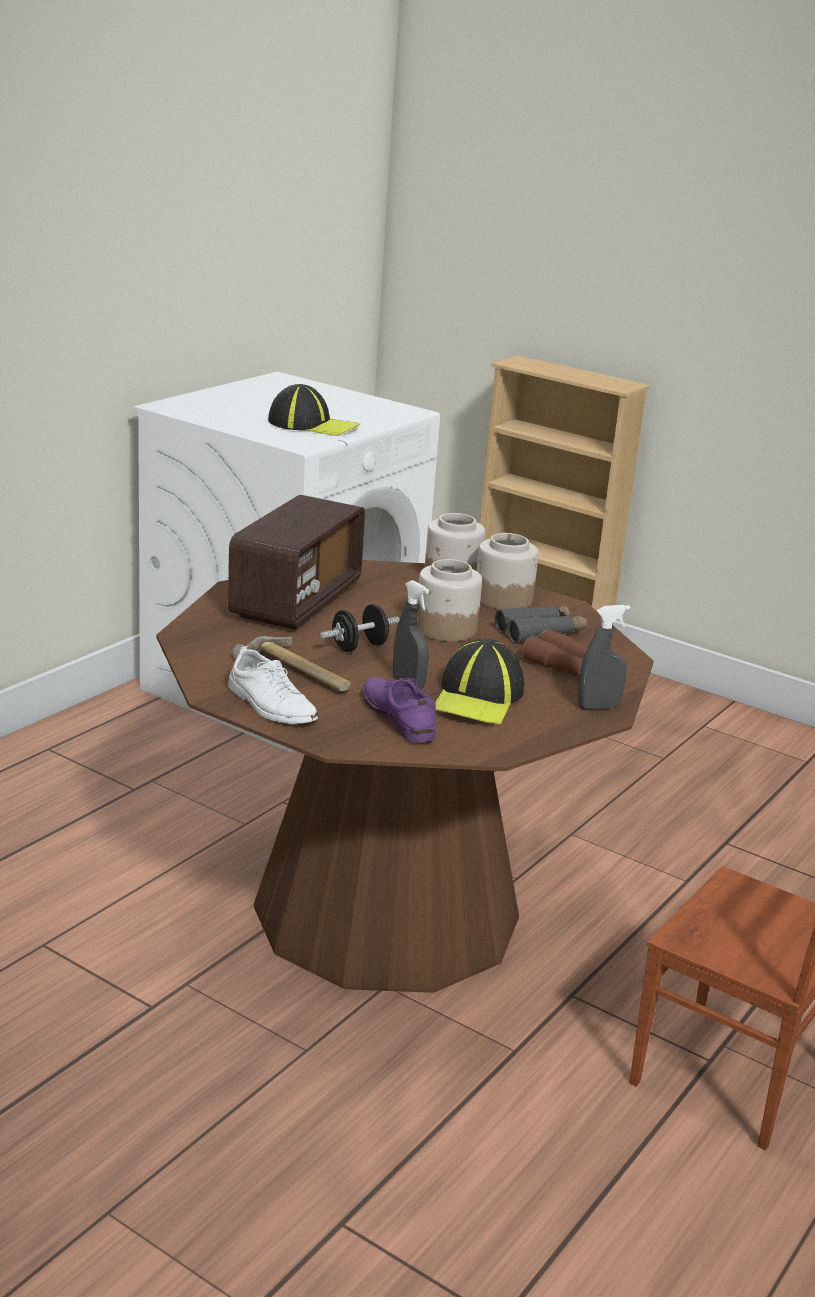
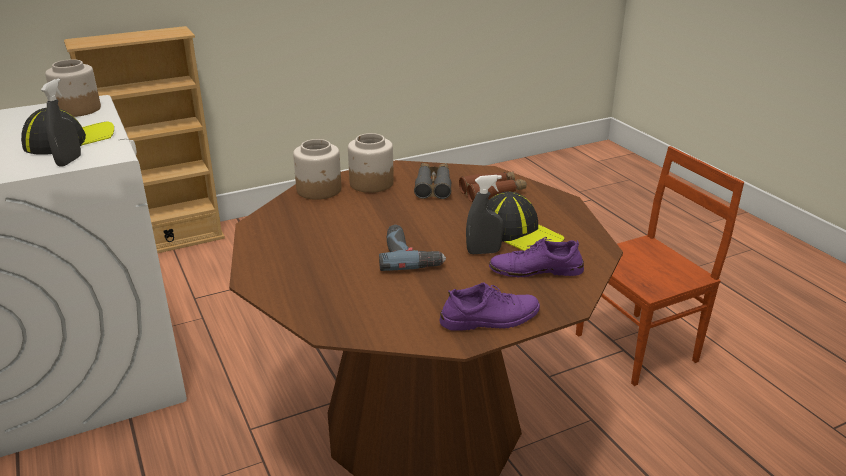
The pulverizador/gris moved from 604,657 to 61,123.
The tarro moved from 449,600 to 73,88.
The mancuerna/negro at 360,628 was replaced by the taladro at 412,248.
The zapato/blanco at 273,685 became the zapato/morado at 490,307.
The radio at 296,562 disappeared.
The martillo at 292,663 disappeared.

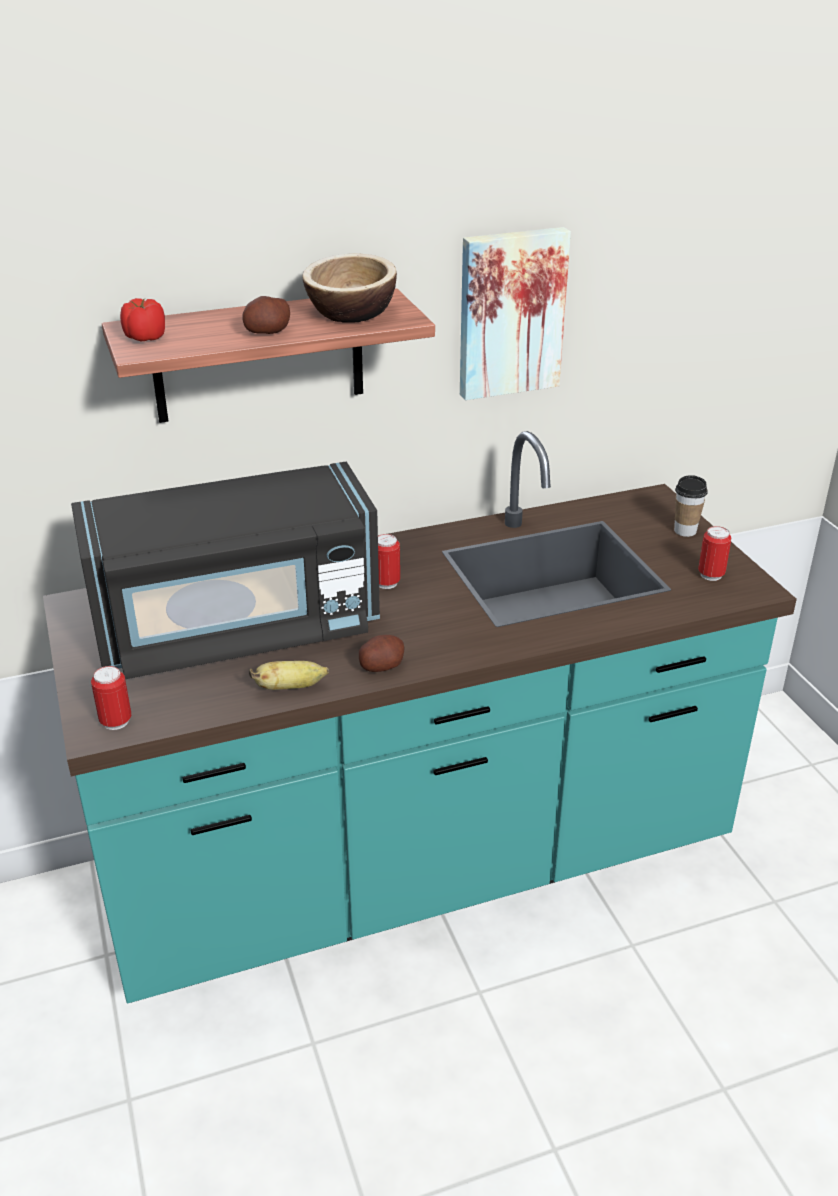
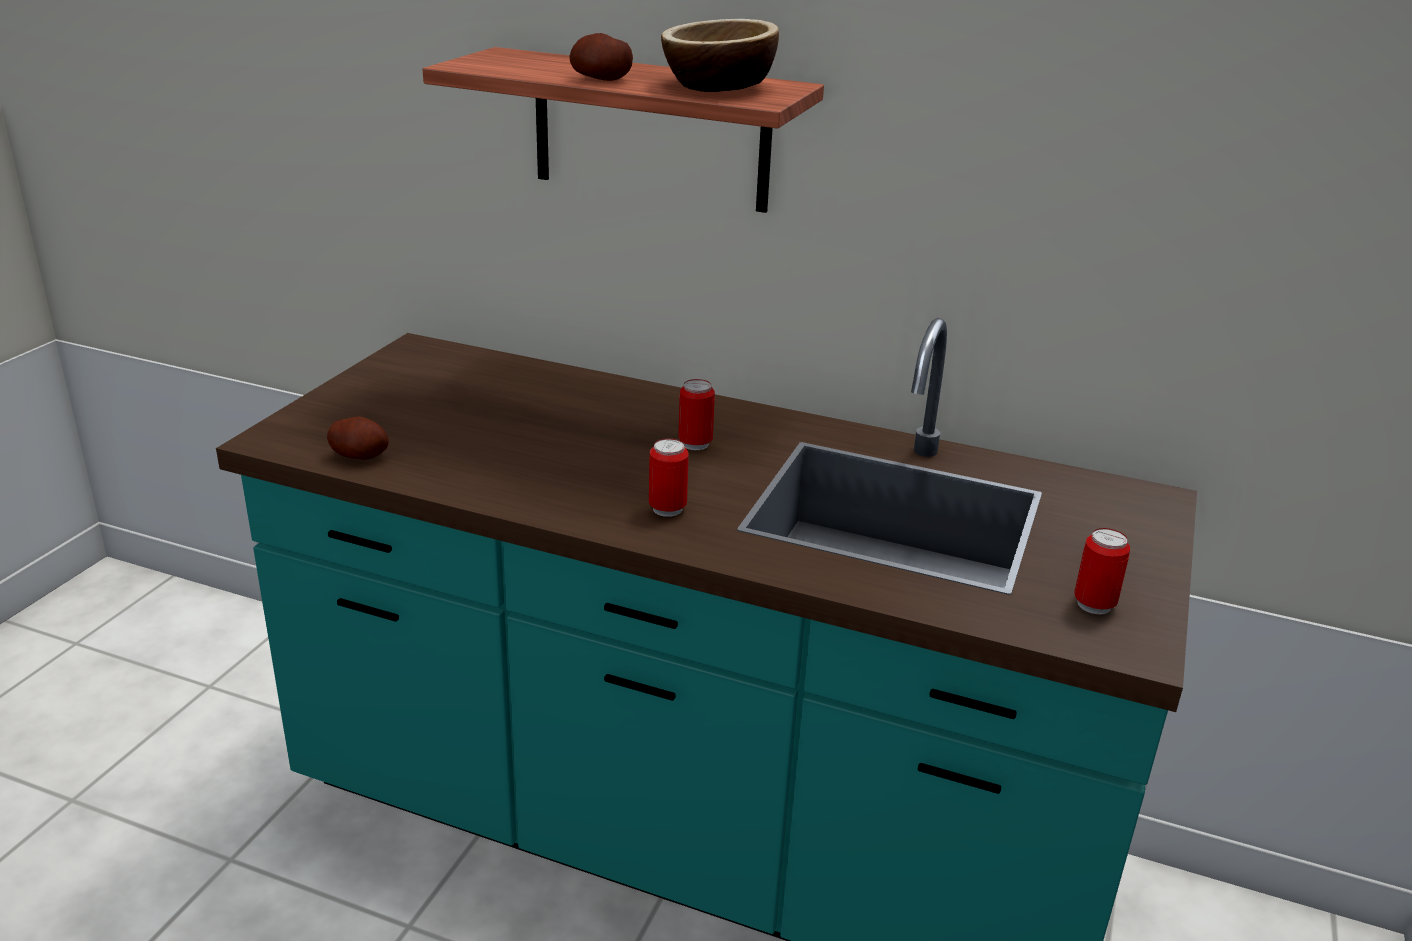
The patata moved from 382,653 to 358,438.
The lata moved from 111,698 to 669,477.
The microondas/negro at 225,570 disappeared.
The tomate at 142,319 disappeared.
The plátano at 289,675 disappeared.
The cuadro at 515,313 disappeared.
The taza at 690,506 disappeared.

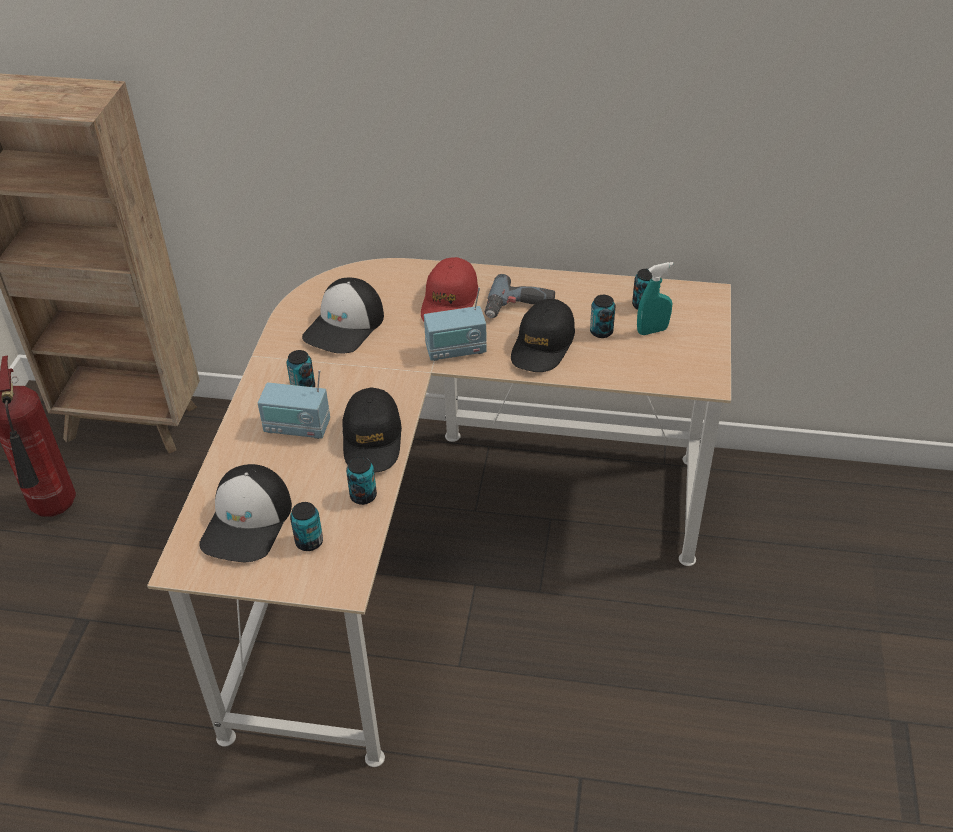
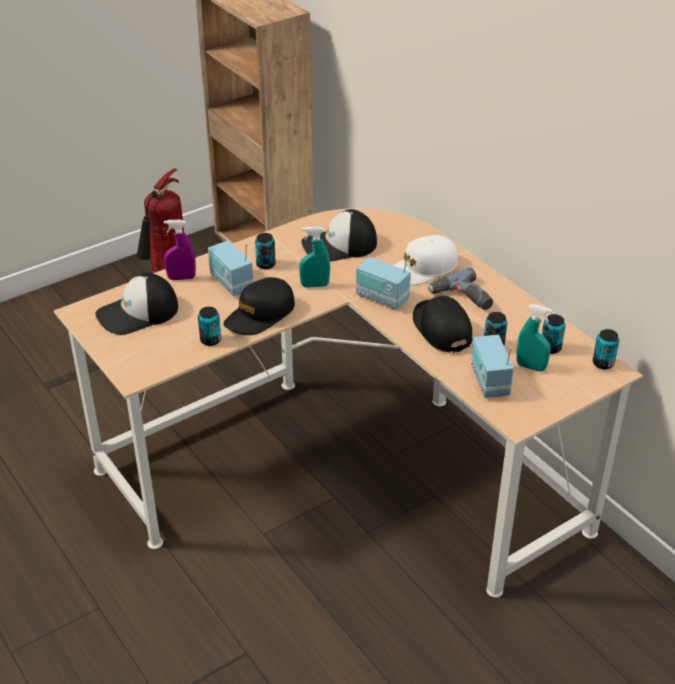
The pulverizador/morado at 180,249 appeared.
The pulverizador/turquesa at 314,257 appeared.
The gorra/rojo at 449,289 became the gorra/blanco at 425,260.
The gorra/negro at 543,335 turned 90 degrees clockwise.
The radio at 492,366 appeared.
The lata moved from 306,526 to 606,349.

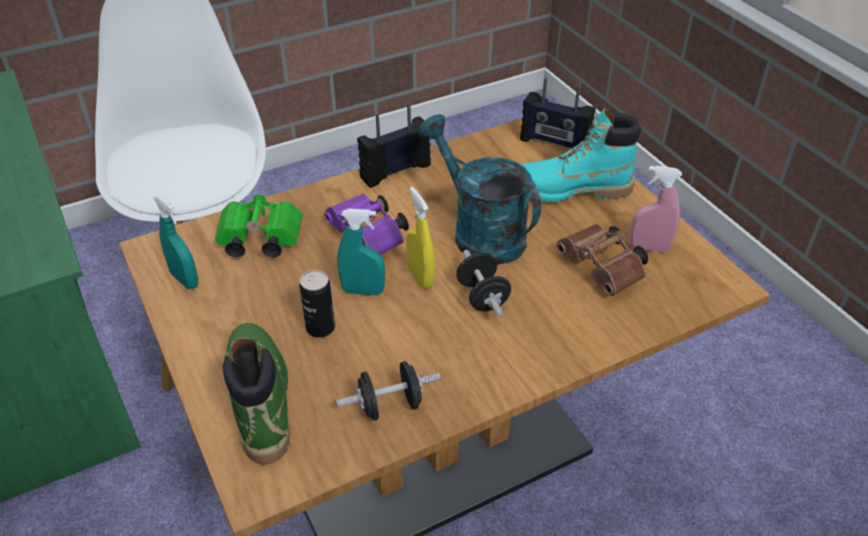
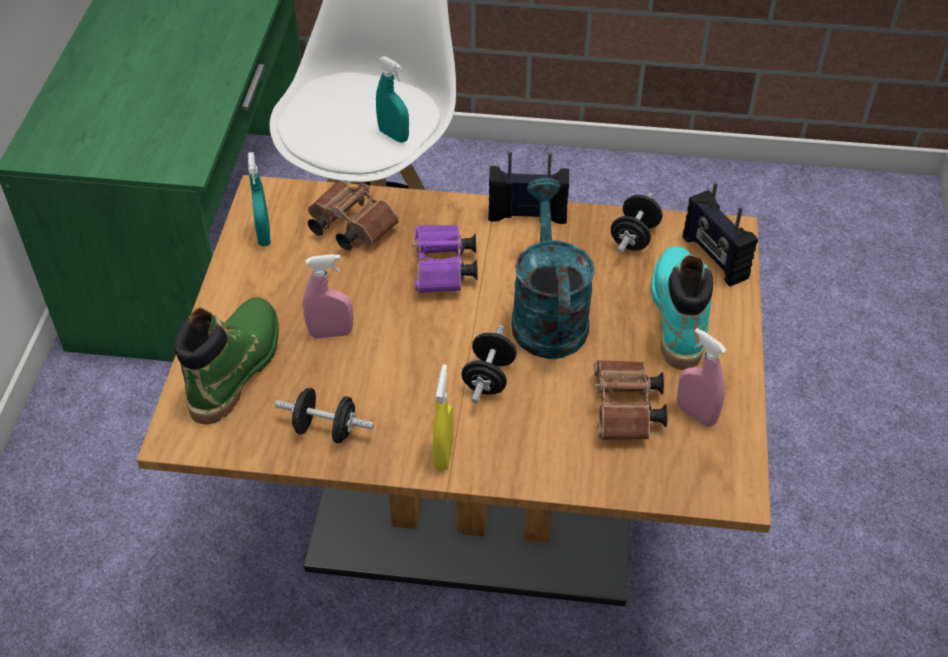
The lata at 317,303 was replaced by the pulverizador/rosa at 328,296.
The prismáticos/verde at 259,226 became the prismáticos/marrón at 353,215.
The pulverizador/turquesa moved from 361,252 to 392,99.
The pulverizador/amarillo moved from 420,238 to 443,417.
The mancuerna/negro at 636,223 appeared.
The bota/turquesa at 581,155 turned 60 degrees clockwise.

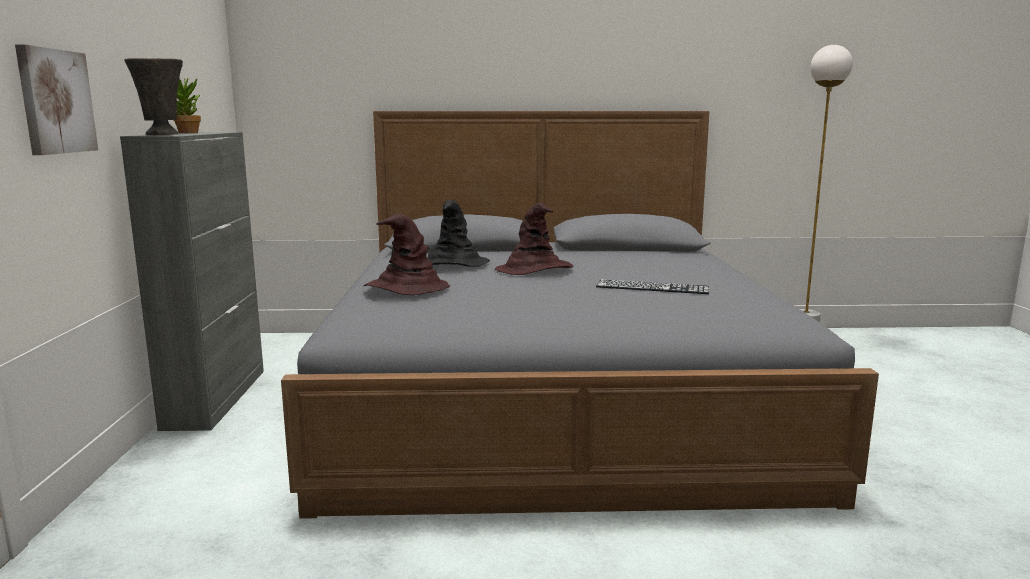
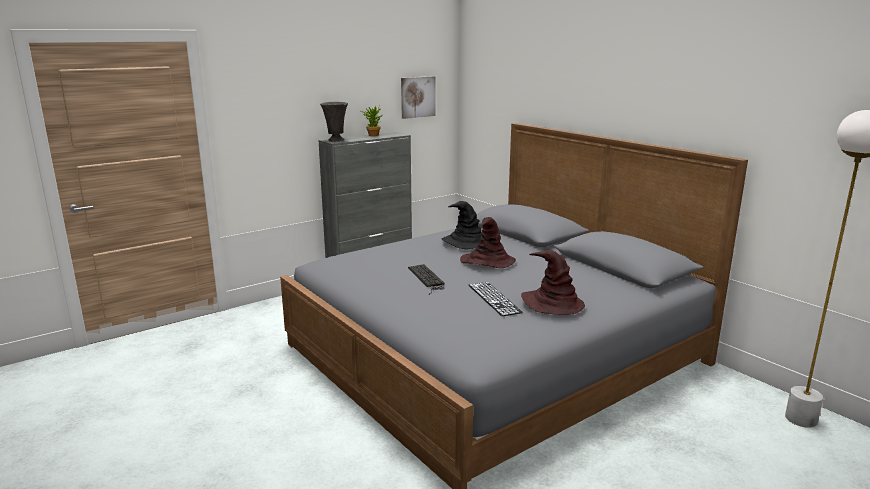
The cuadro moved from 56,99 to 418,97.
The teclado at 426,279 appeared.
The sombrero/marrón moved from 406,254 to 553,282.

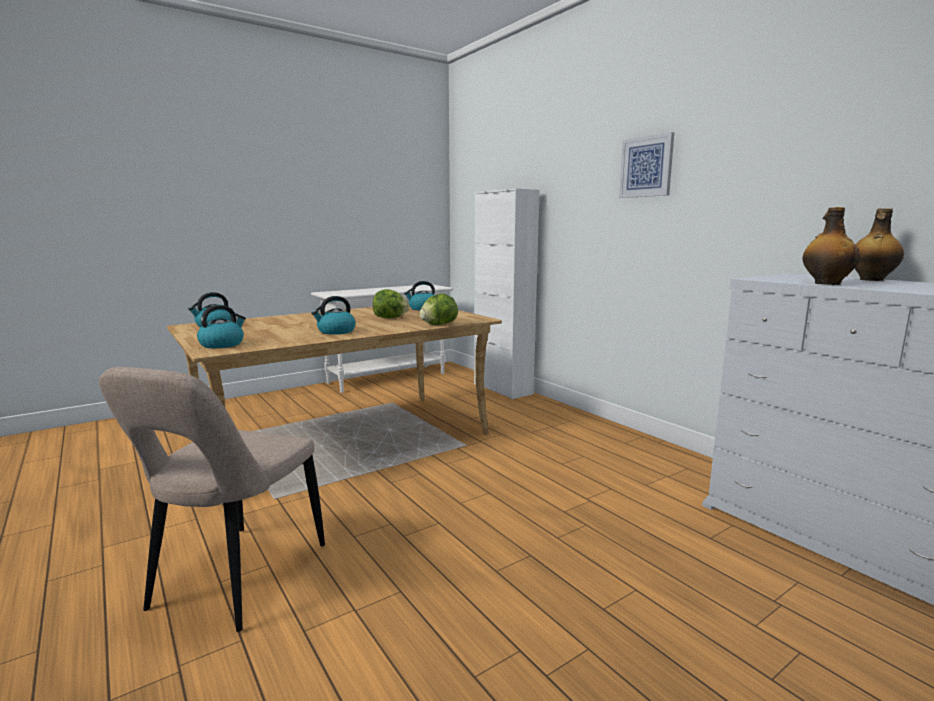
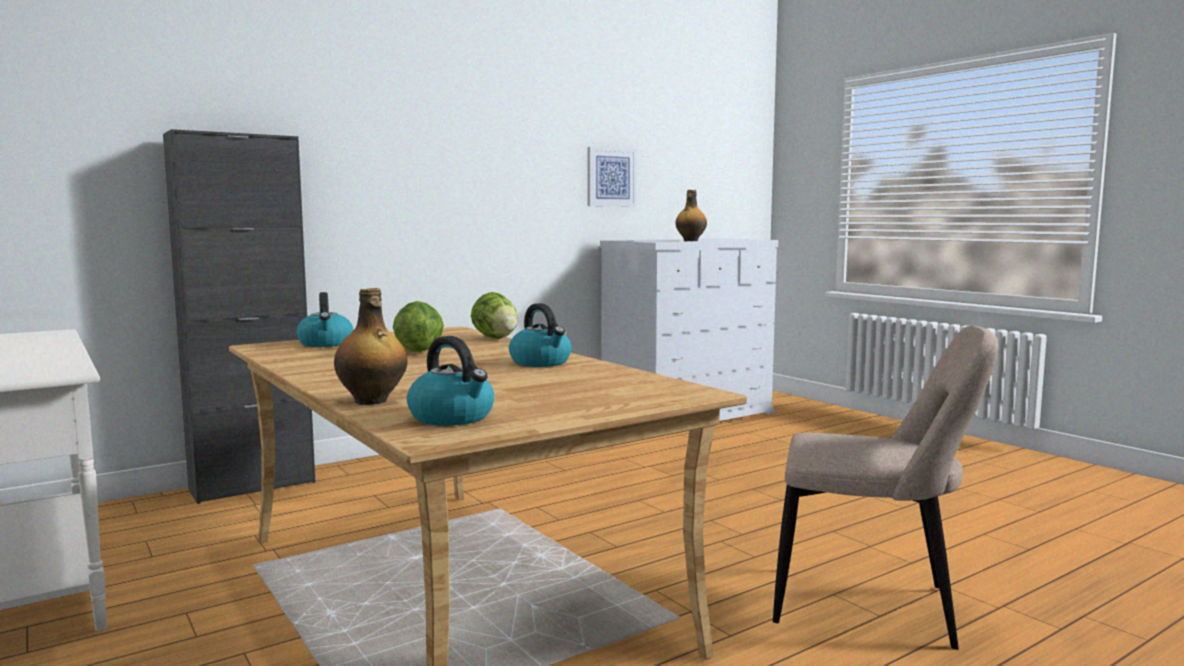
The armario/blanco at 507,293 became the armario/negro at 239,316.
The botella moved from 879,244 to 370,346.
The cuadro moved from 646,165 to 612,177.
The hervidor at 221,326 disappeared.

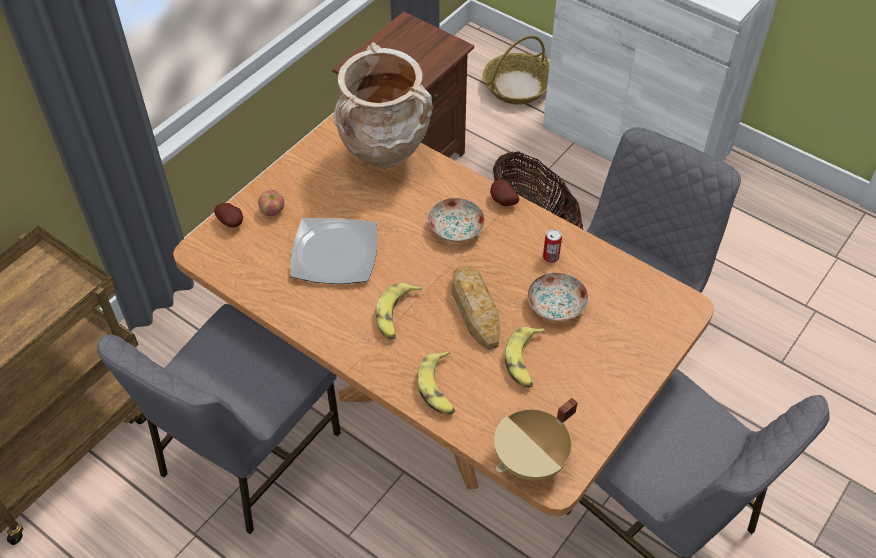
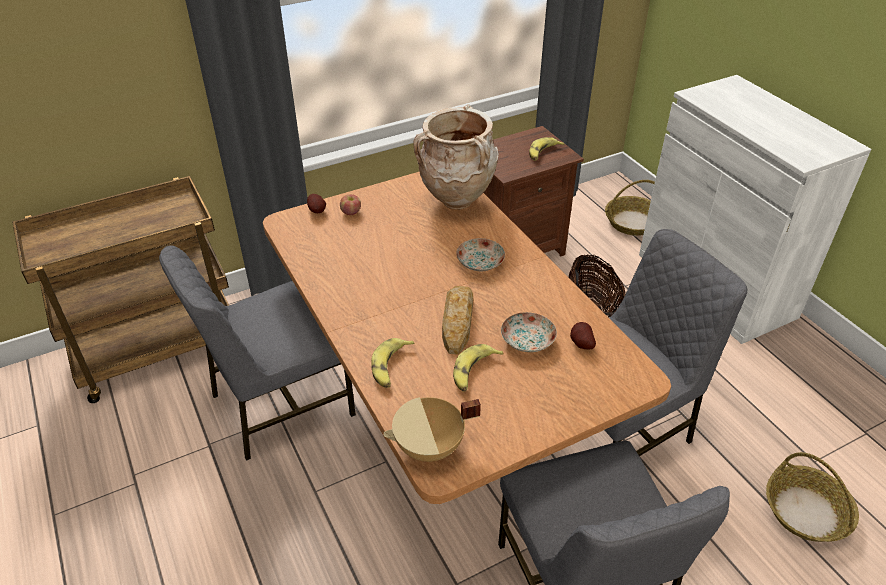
The plátano moved from 399,311 to 547,149.
The patata moved from 504,193 to 583,335.
The cesta at 812,497 appeared.
The plato at 334,251 disappeared.
The lata at 552,246 disappeared.

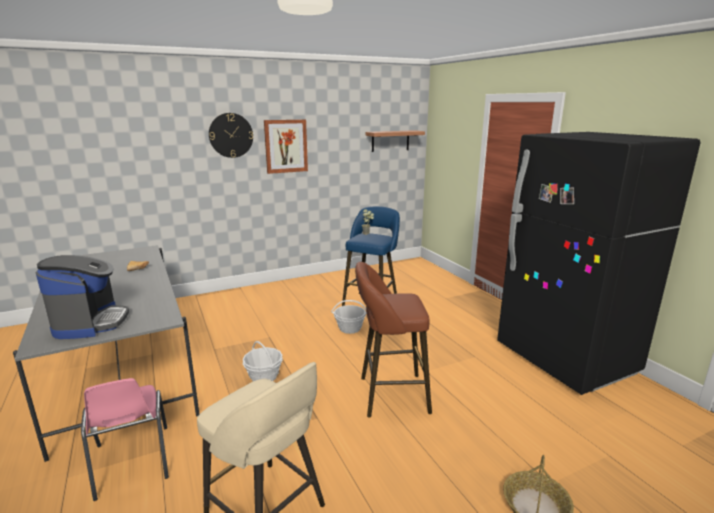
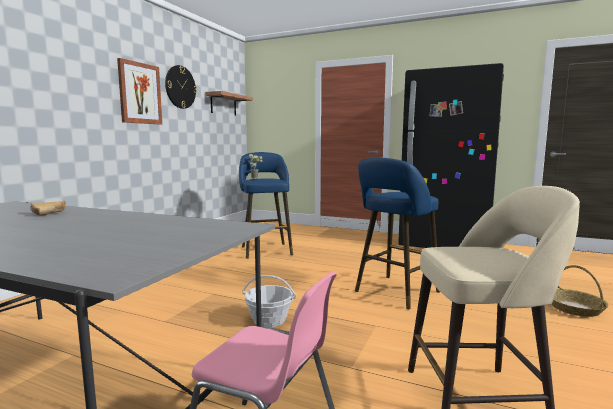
The reloj de pared moved from 231,135 to 181,87.
The taburete/marrón at 393,339 became the taburete/azul at 397,233.
The cafetera at 82,297 disappeared.
The cesta at 349,317 disappeared.

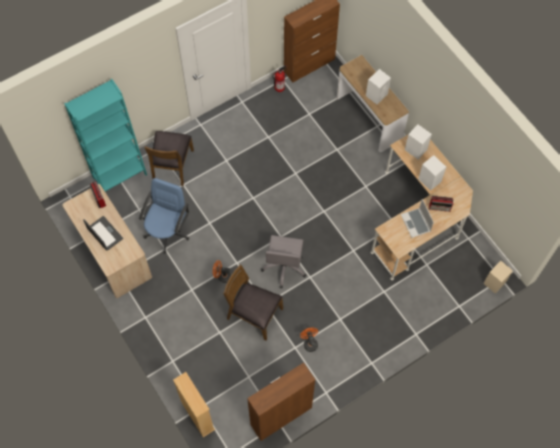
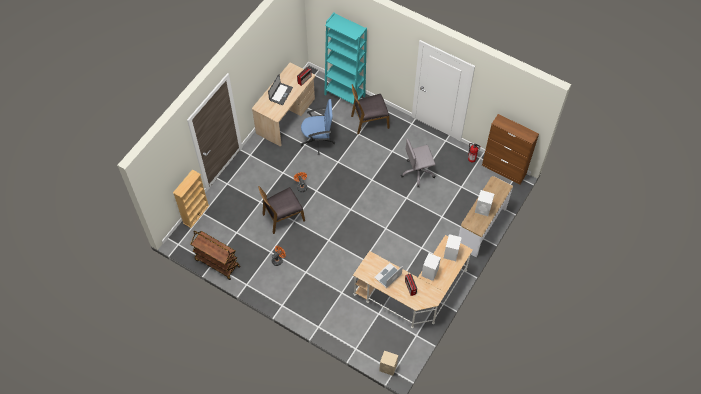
The armario/marrón at 281,402 was replaced by the carrito/marrón at 215,255.
The silla/marrón at 253,302 turned 120 degrees counterclockwise.
The silla de oficina/gris moved from 283,261 to 418,163.

